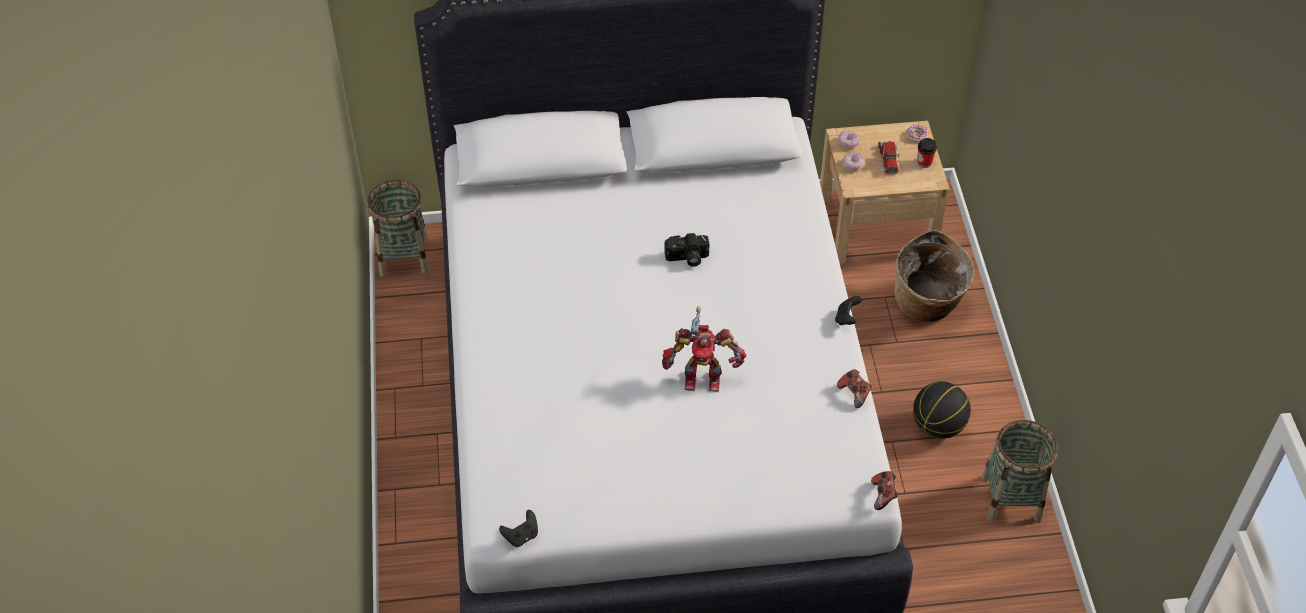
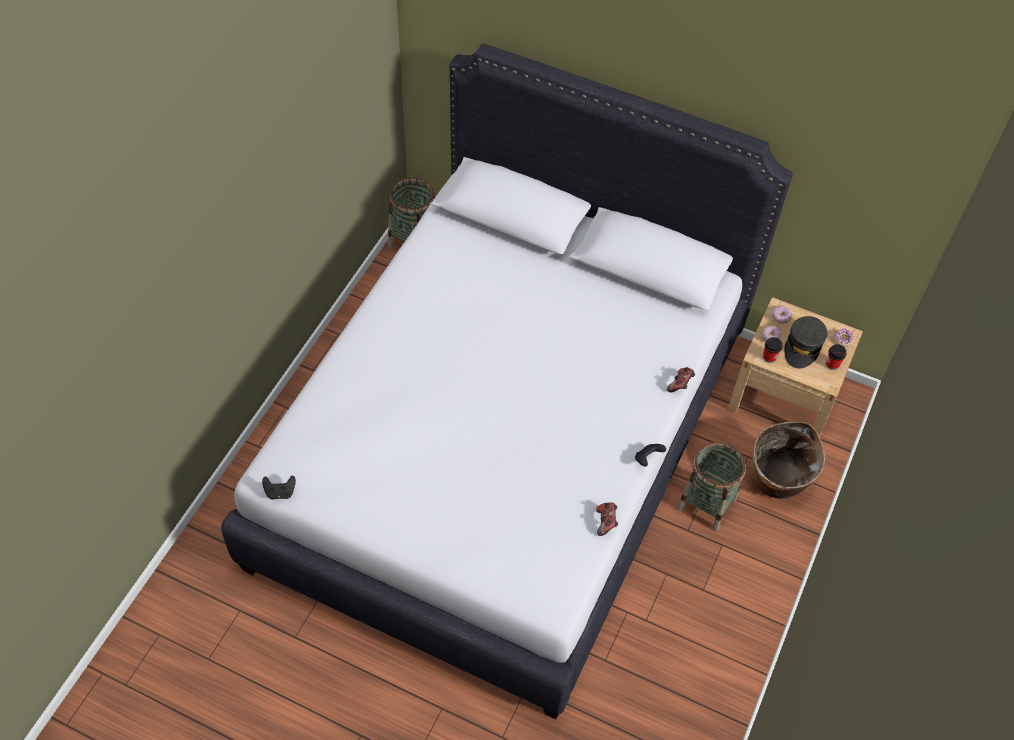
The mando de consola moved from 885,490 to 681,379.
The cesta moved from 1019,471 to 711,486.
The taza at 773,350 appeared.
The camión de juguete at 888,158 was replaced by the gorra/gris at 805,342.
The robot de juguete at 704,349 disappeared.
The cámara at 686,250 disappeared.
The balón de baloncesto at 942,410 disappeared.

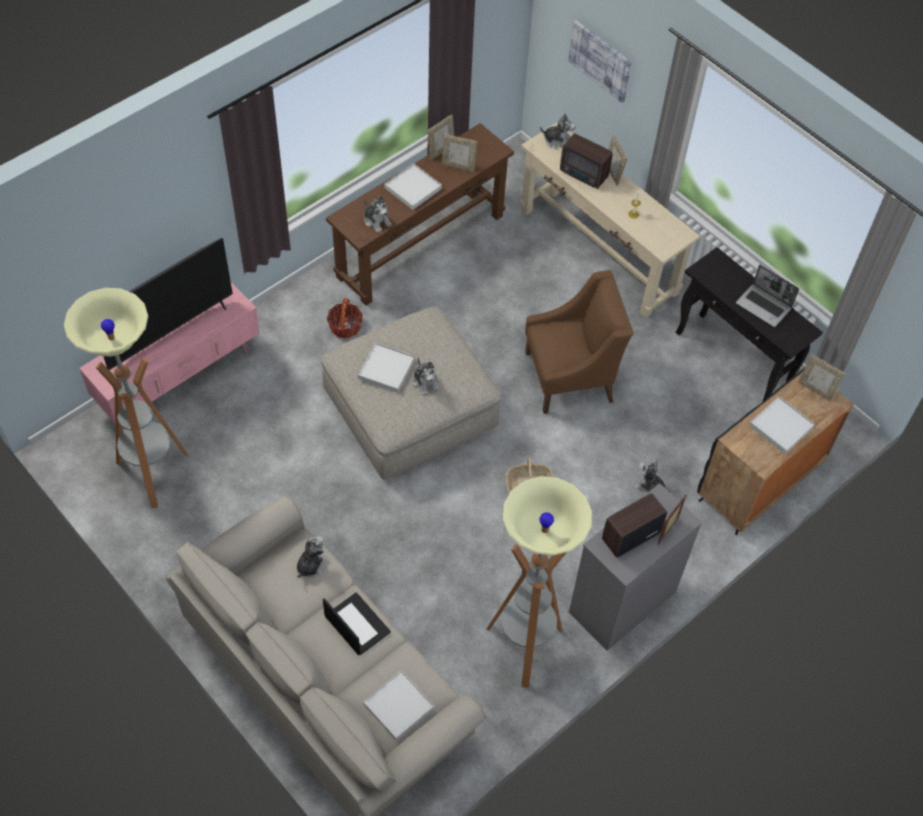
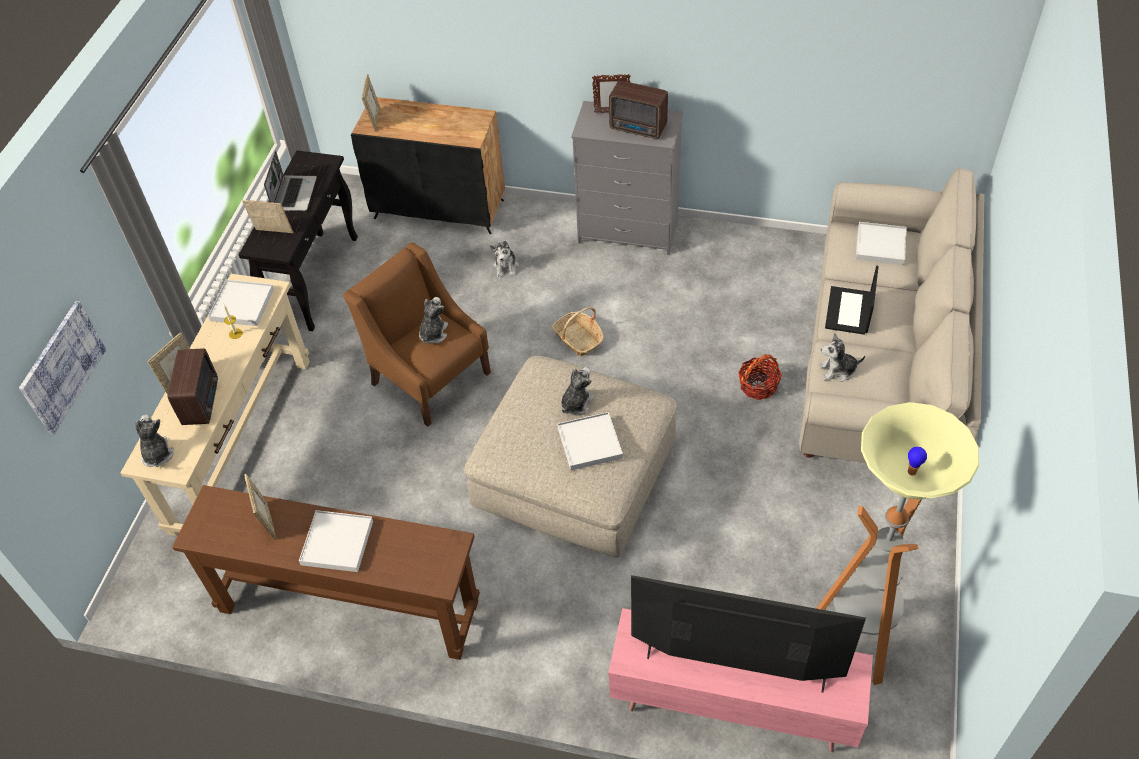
The bandeja/blanco moved from 782,425 to 241,302.
The portarretratos moved from 440,137 to 267,216.
The peluche moved from 378,214 to 433,320.
The cesta moved from 345,318 to 760,377.
The lámpara de pie at 539,581 disappeared.

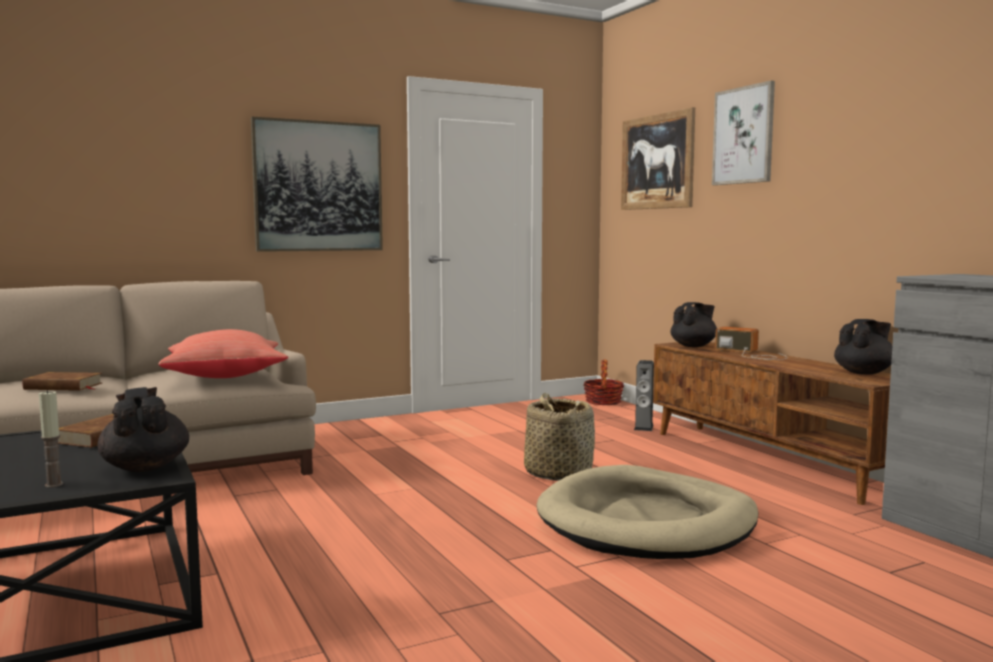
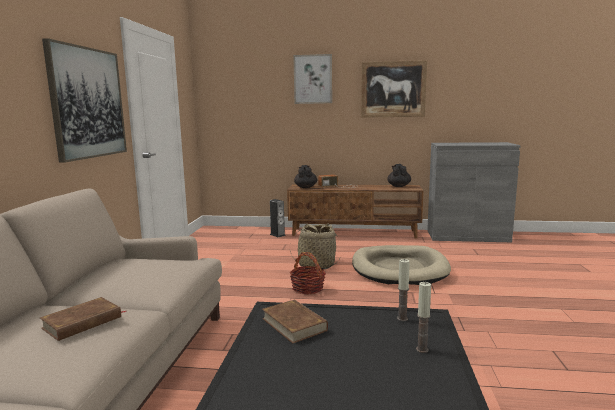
The cesta moved from 604,382 to 308,273.
The cuadro moved from 658,158 to 394,89.
The tetera/negro at 143,429 was replaced by the vela at 403,290.
The cojín/rojo at 223,353 disappeared.

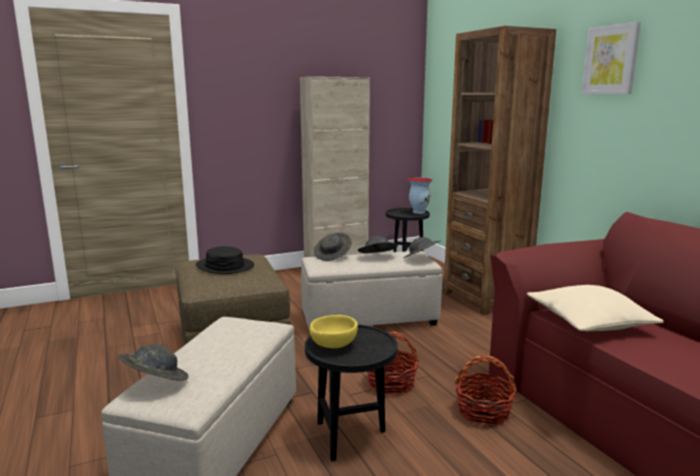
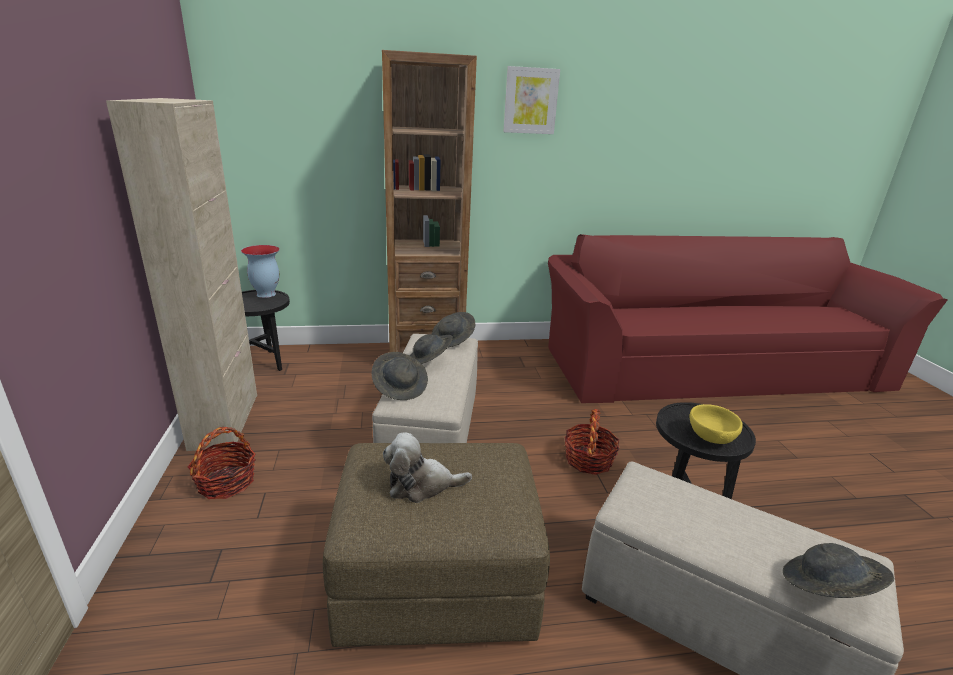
The cesta moved from 485,391 to 222,463.
The sombrero/negro at 225,260 was replaced by the peluche at 427,467.
The cojín/beis at 595,308 disappeared.

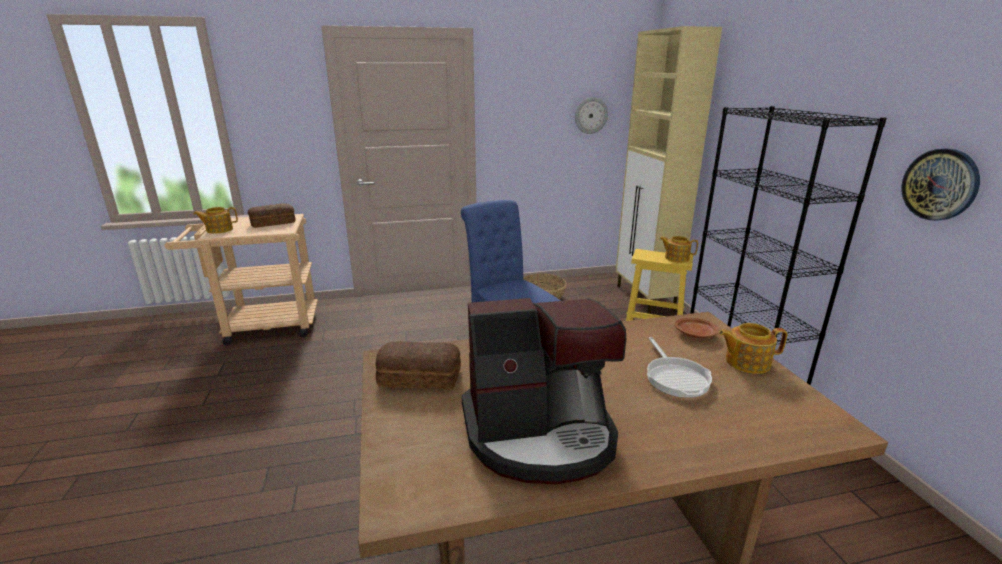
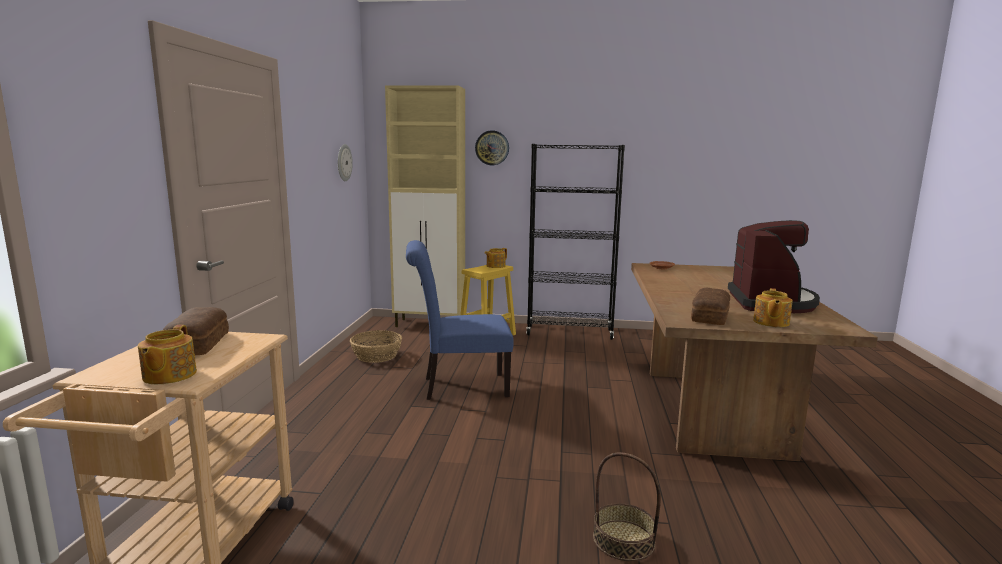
The reloj de pared moved from 940,184 to 492,147.
The cesta at 627,506 appeared.
The tetera moved from 753,348 to 772,307.
The sartén at 679,367 disappeared.

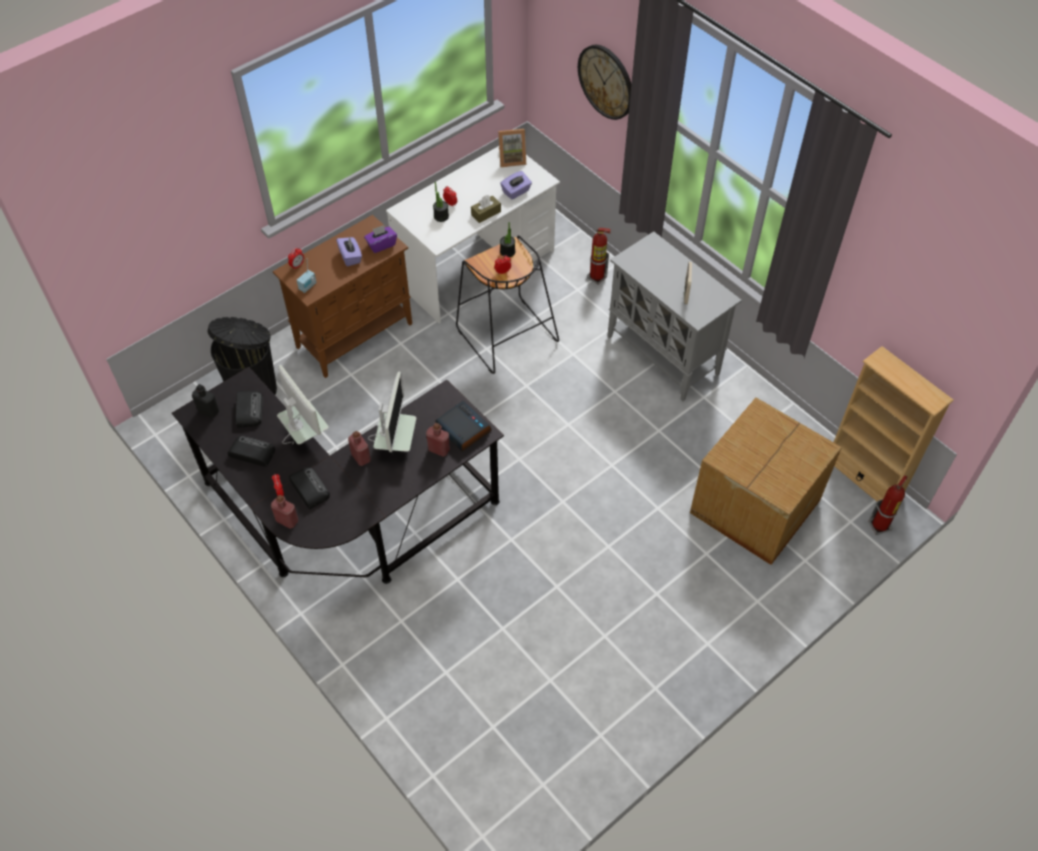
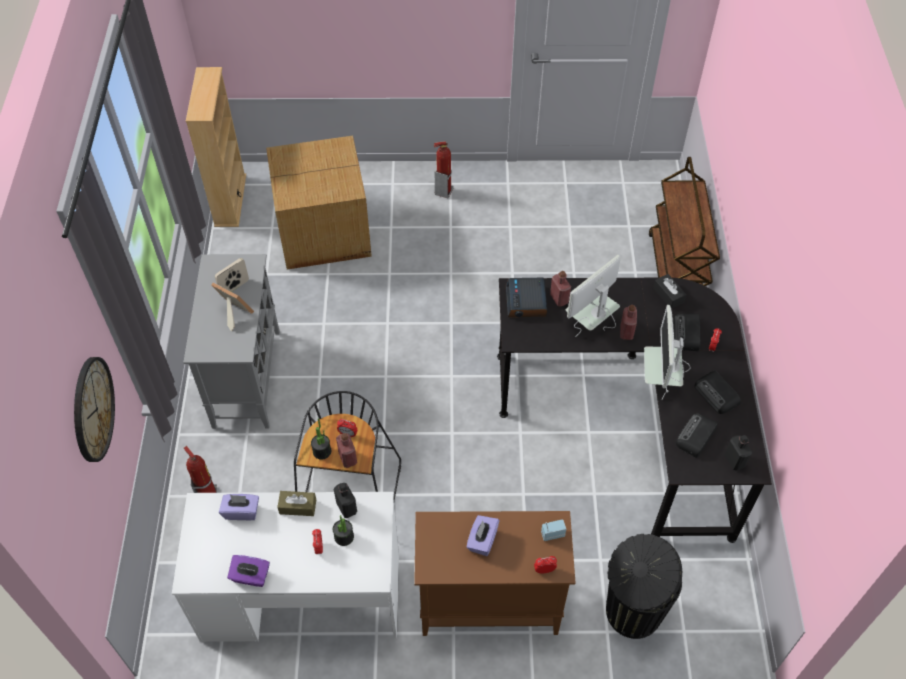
The portarretratos moved from 512,148 to 232,306.
The caja de pañuelos/morado moved from 380,239 to 248,571.
The botella/negro at 345,500 appeared.
The botella/rojo moved from 284,512 to 346,450.
The extintor moved from 888,505 to 444,169.
The carrito/marrón at 684,221 appeared.
The caja de pañuelos/negro at 669,291 appeared.

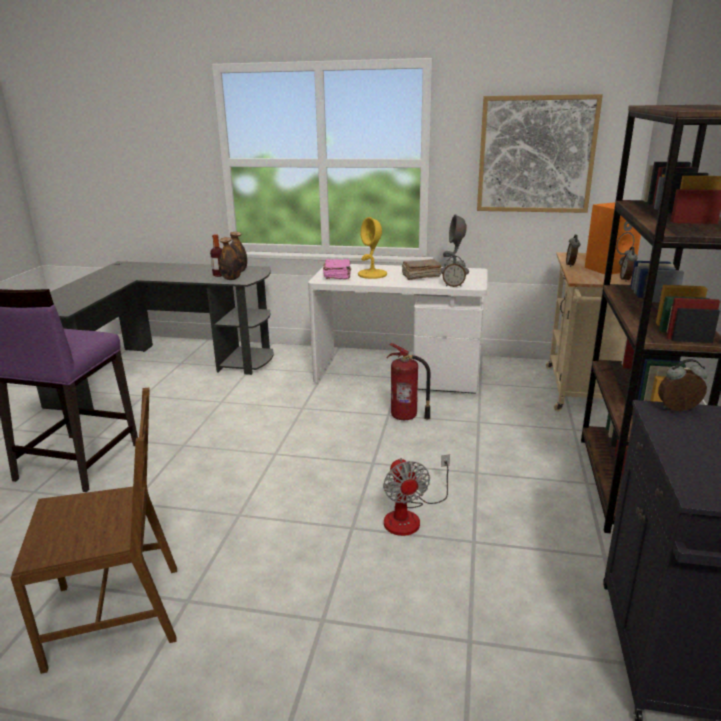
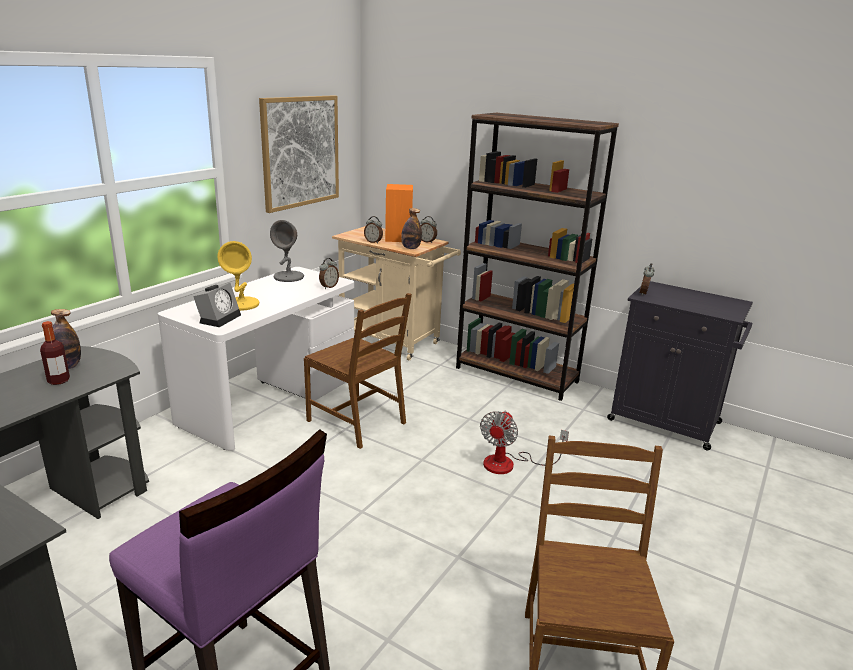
The libro/rosa at 337,269 was replaced by the despertador at 217,305.
The extintor at 409,381 was replaced by the silla/marrón at 358,371.
The botella moved from 230,258 to 411,228.
The ventilador at 416,495 turned 105 degrees clockwise.
The libro/marrón at 422,269 disappeared.

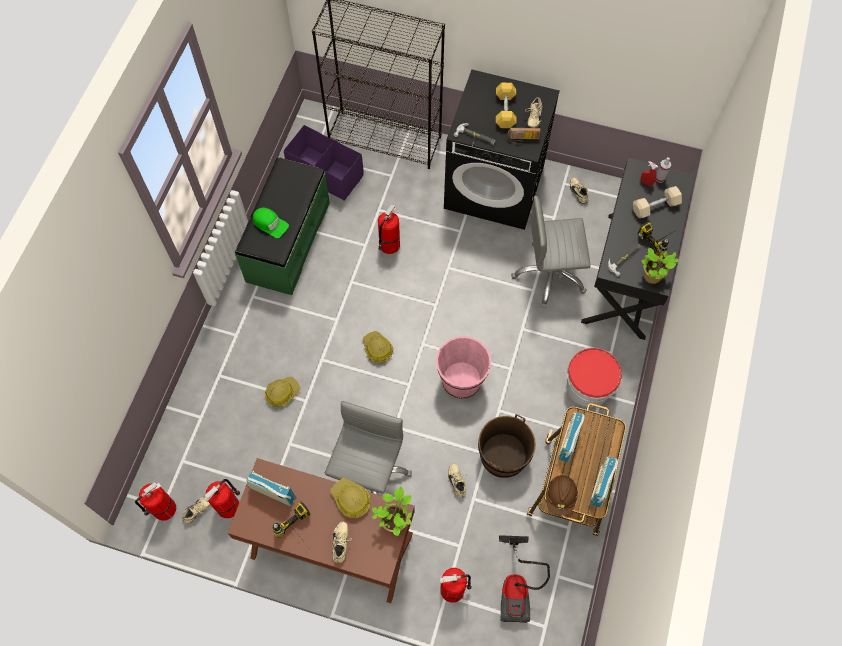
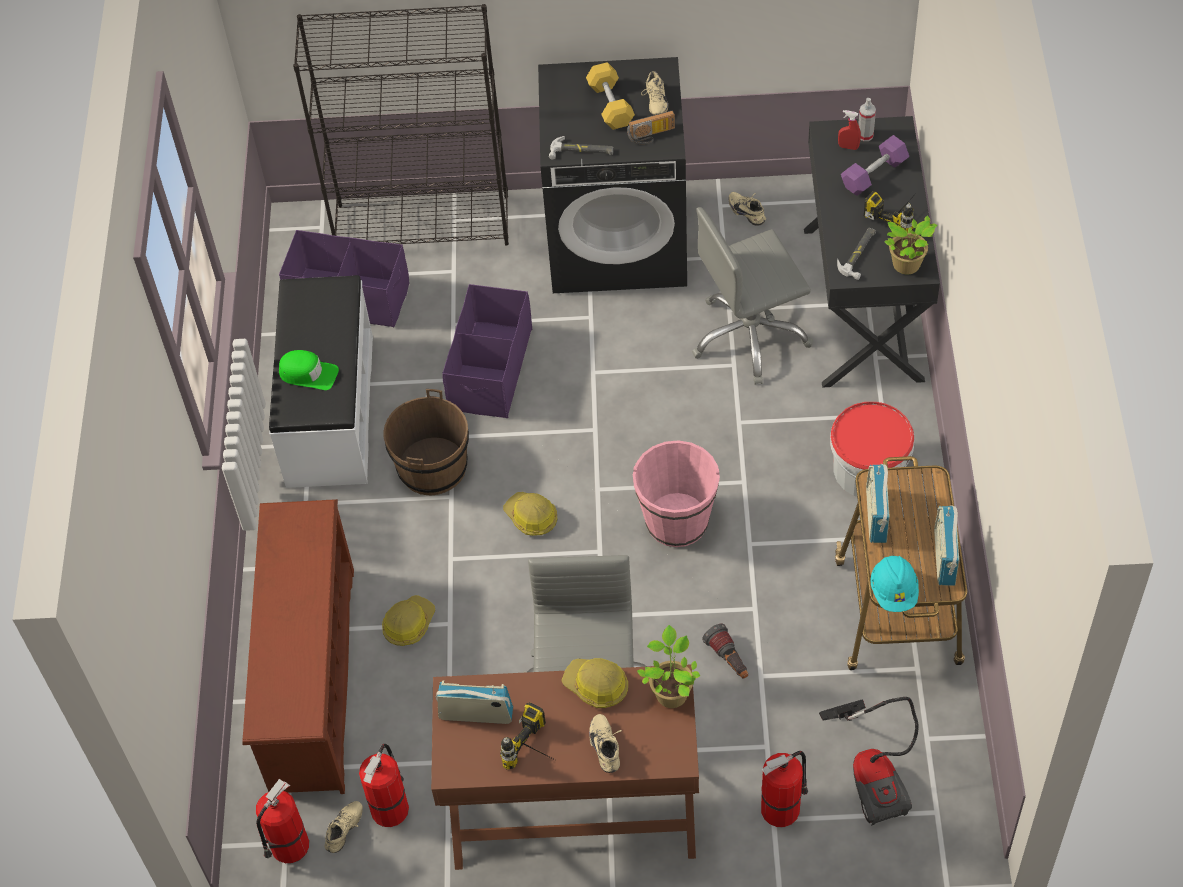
The zapatero/marrón at 298,646 appeared.
The banco/verde at 282,226 became the banco/blanco at 321,381.
The cubo/marrón moved from 507,446 to 426,442.
The extintor at 389,229 was replaced by the caja de almacenaje/morado at 487,351.
The zapato/beis at 457,481 was replaced by the linterna at 725,651.
The mancuerna/beis at 657,202 became the mancuerna/morado at 875,165.
The casco/marrón at 562,495 became the casco/turquesa at 894,584.

